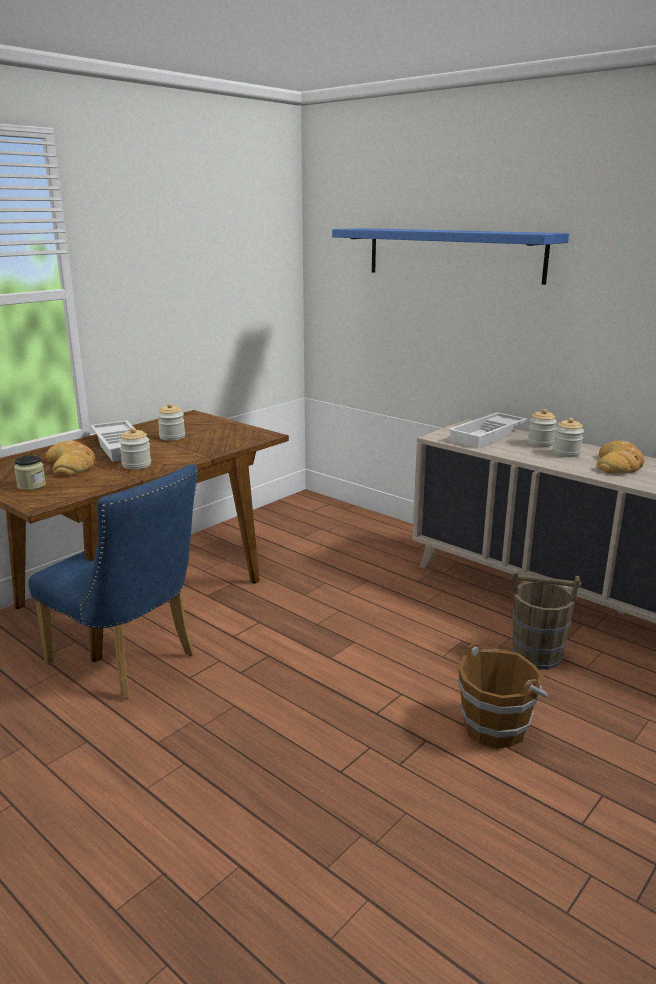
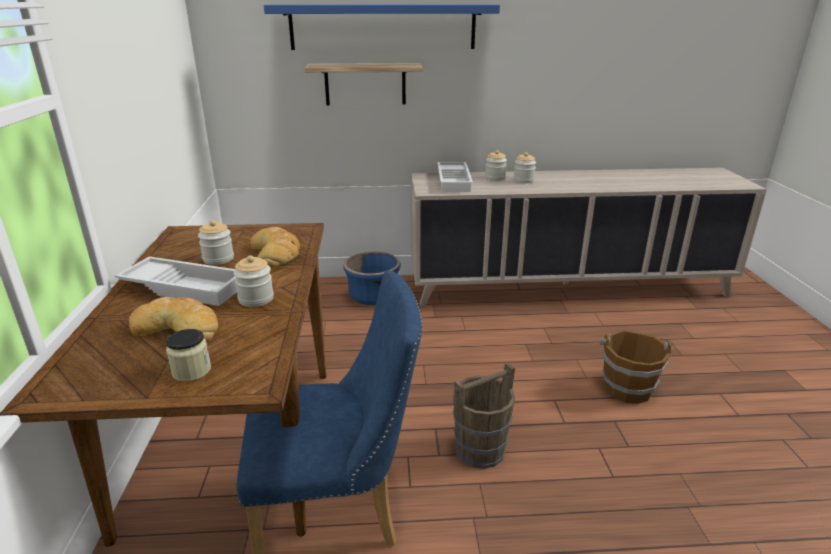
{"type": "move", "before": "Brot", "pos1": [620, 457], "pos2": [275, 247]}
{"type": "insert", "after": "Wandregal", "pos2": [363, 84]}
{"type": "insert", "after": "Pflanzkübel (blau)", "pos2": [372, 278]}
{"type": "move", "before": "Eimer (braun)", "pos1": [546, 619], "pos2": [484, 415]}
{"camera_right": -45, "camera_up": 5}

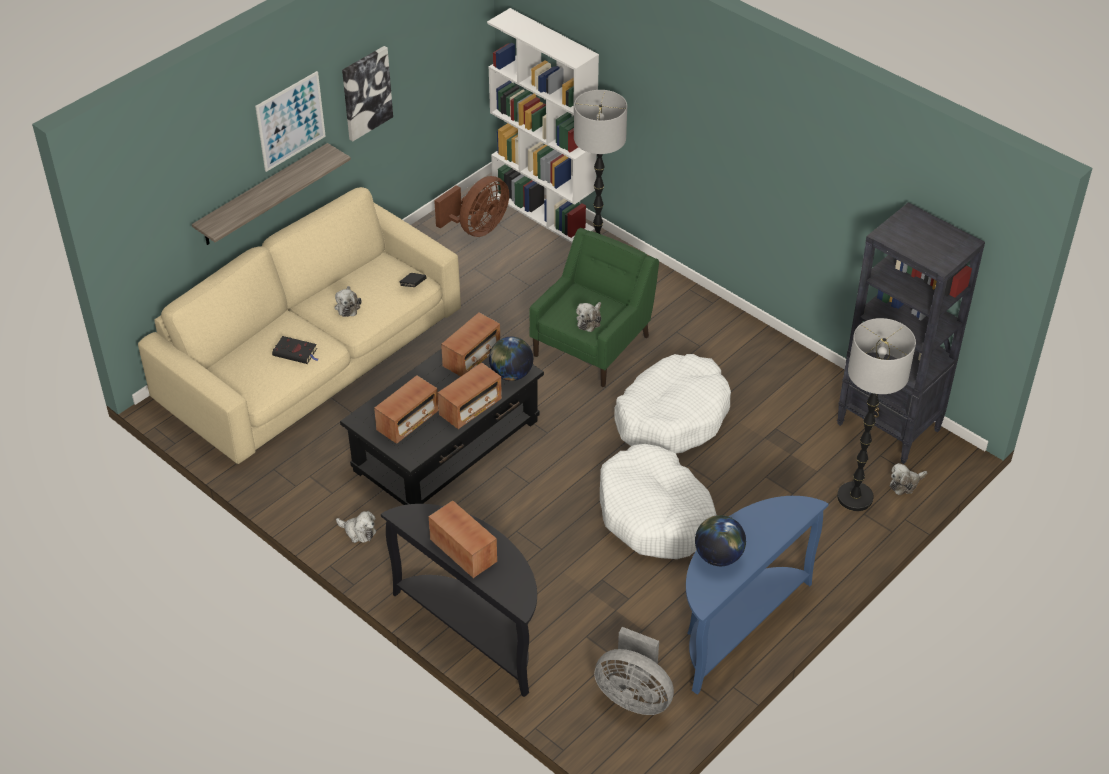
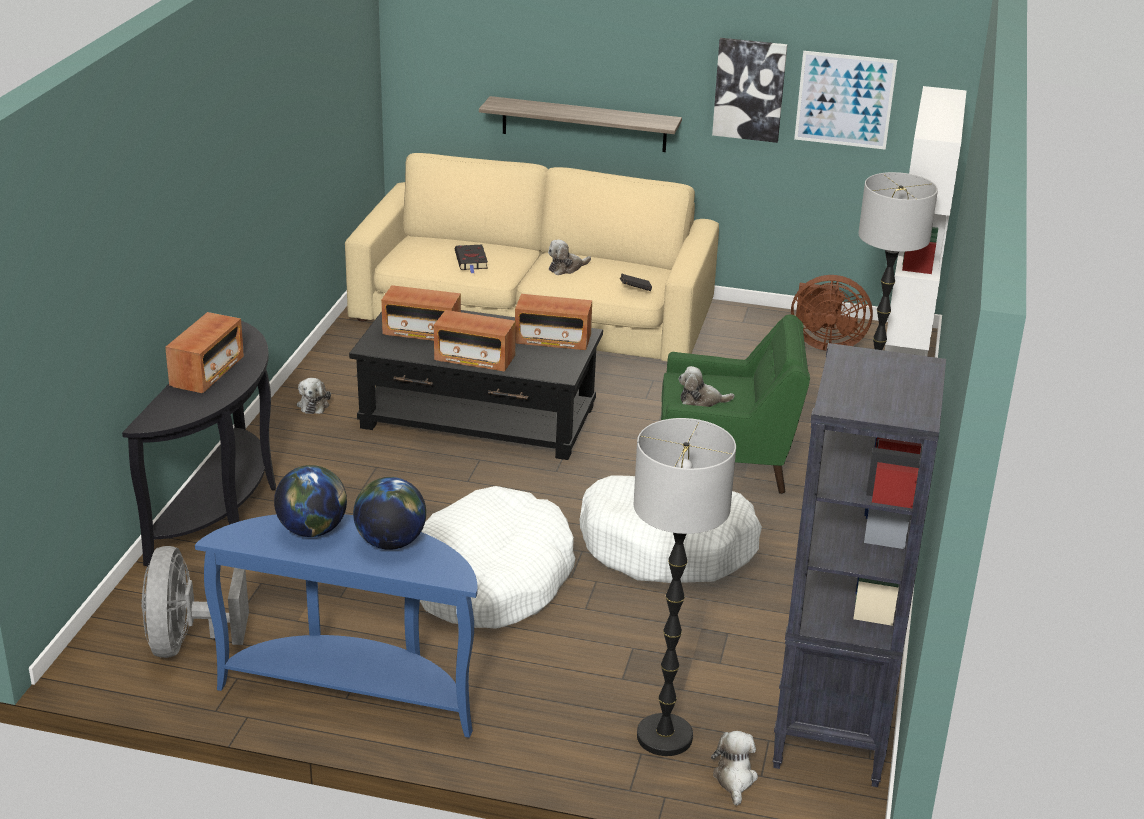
{"type": "move", "before": "Globus", "pos1": [511, 359], "pos2": [389, 513]}
{"type": "rotate", "before": "Plüschtier", "pos1": [908, 479], "pos2": [734, 768], "turn": 60}
{"type": "move", "before": "Bild", "pos1": [290, 121], "pos2": [845, 100]}
{"camera_right": 60, "camera_up": -15}

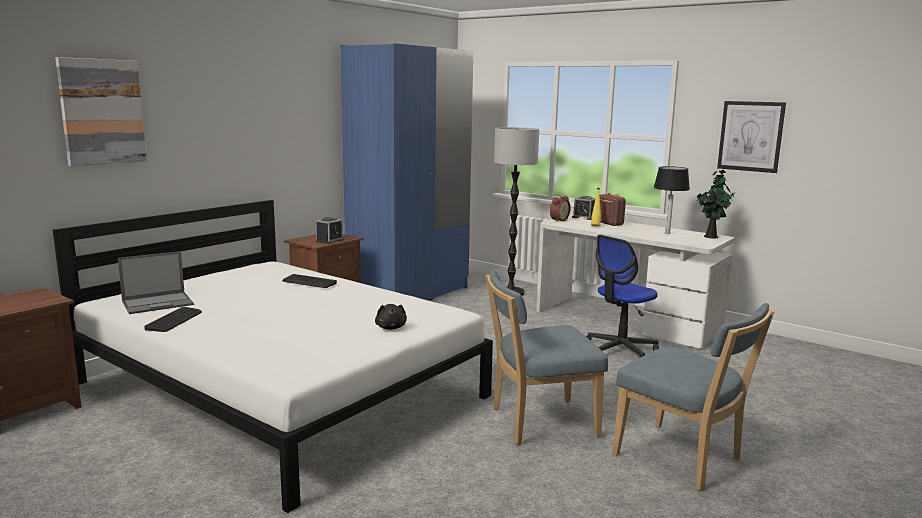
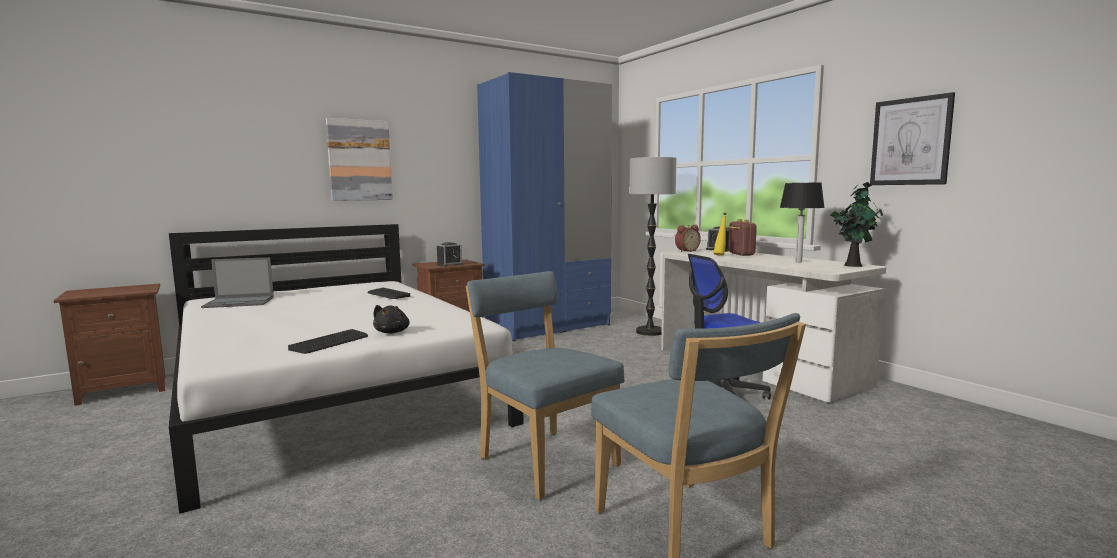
{"type": "move", "before": "Tastatur", "pos1": [173, 319], "pos2": [328, 341]}
{"type": "move", "before": "Bild", "pos1": [101, 112], "pos2": [359, 159]}
{"type": "rotate", "before": "Stuhl (blau)", "pos1": [547, 357], "pos2": [545, 385], "turn": 45}
{"camera_right": 20, "camera_up": -5}

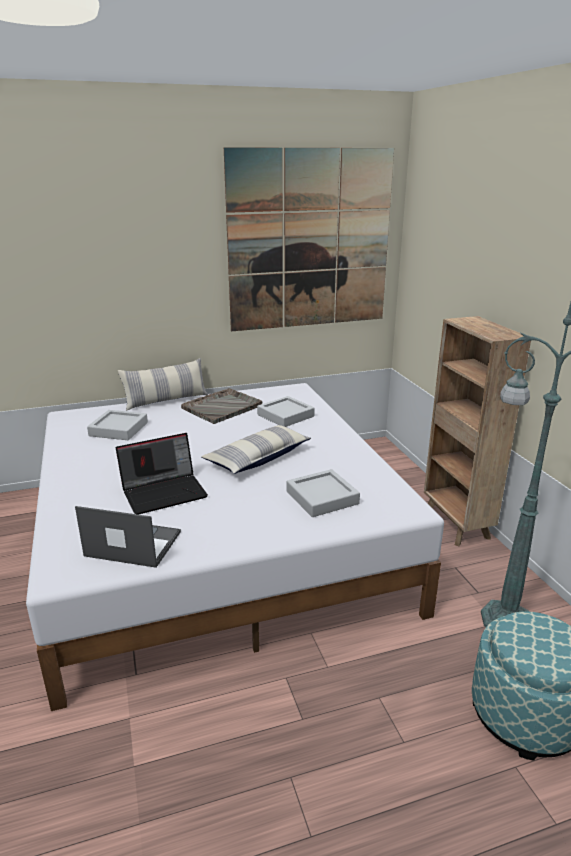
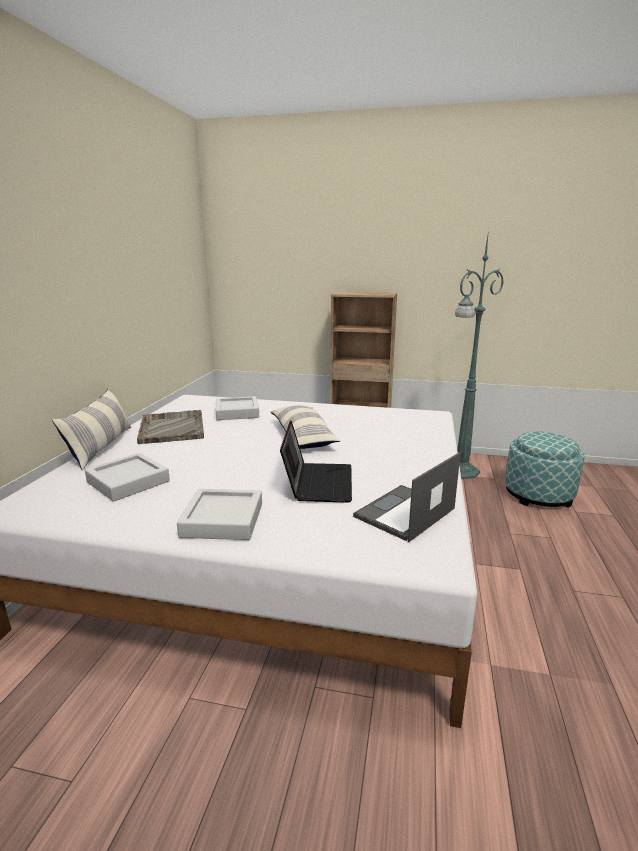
{"type": "move", "before": "Tablett (grau)", "pos1": [323, 493], "pos2": [219, 514]}
{"type": "delete", "before": "Bild", "pos1": [309, 239]}
{"camera_right": -60, "camera_up": -5}

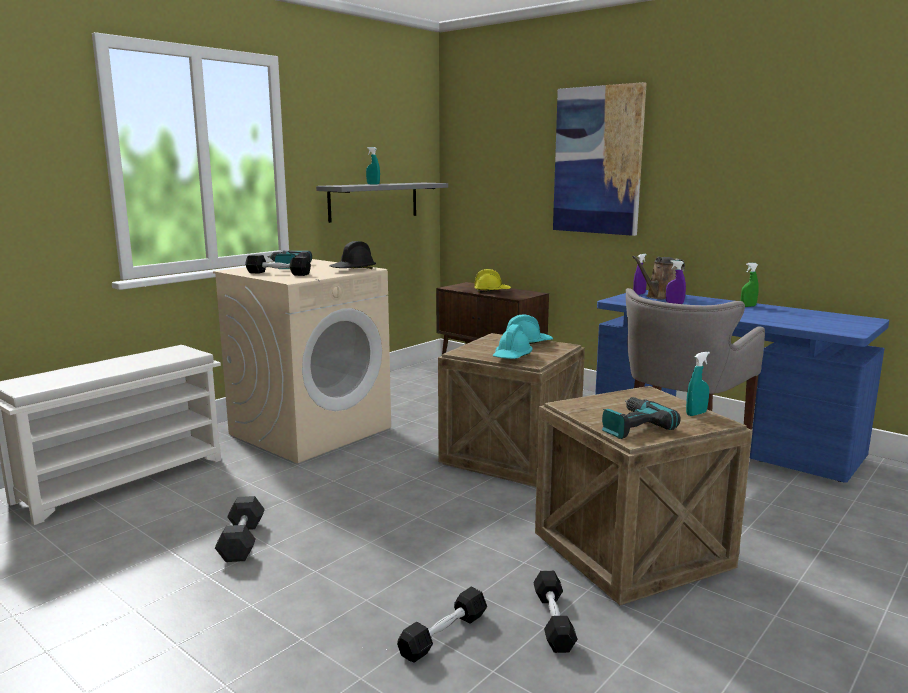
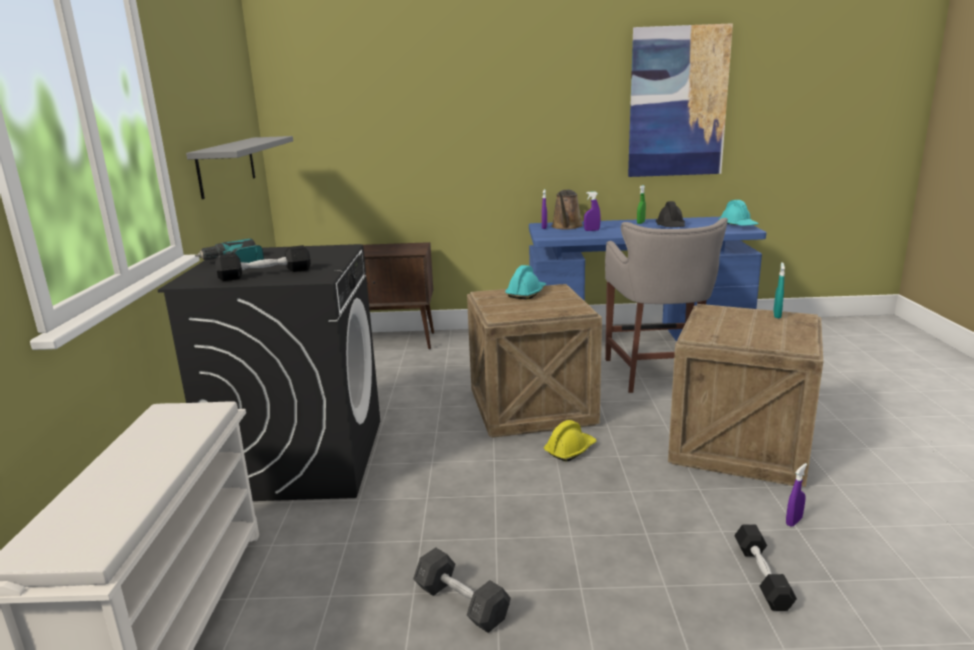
{"type": "recolor", "before": "Waschmaschine (beige)", "after": "Waschmaschine (schwarz)", "pos1": [302, 361], "pos2": [269, 372]}
{"type": "move", "before": "Schutzhelm (gelb)", "pos1": [492, 281], "pos2": [570, 441]}
{"type": "move", "before": "Bild", "pos1": [600, 159], "pos2": [680, 100]}
{"type": "move", "before": "Schutzhelm (schwarz)", "pos1": [353, 255], "pos2": [670, 214]}
{"type": "move", "before": "Schutzhelm (türkis)", "pos1": [513, 341], "pos2": [739, 213]}
{"type": "replace", "before": "Hantel (schwarz)", "after": "Sprühflasche (lila)", "pos1": [555, 612], "pos2": [796, 495]}
{"type": "delete", "before": "Sprühflasche (türkis)", "pos1": [373, 166]}
{"type": "delete", "before": "Bohrmaschine", "pos1": [641, 418]}
{"camera_right": -40, "camera_up": 5}

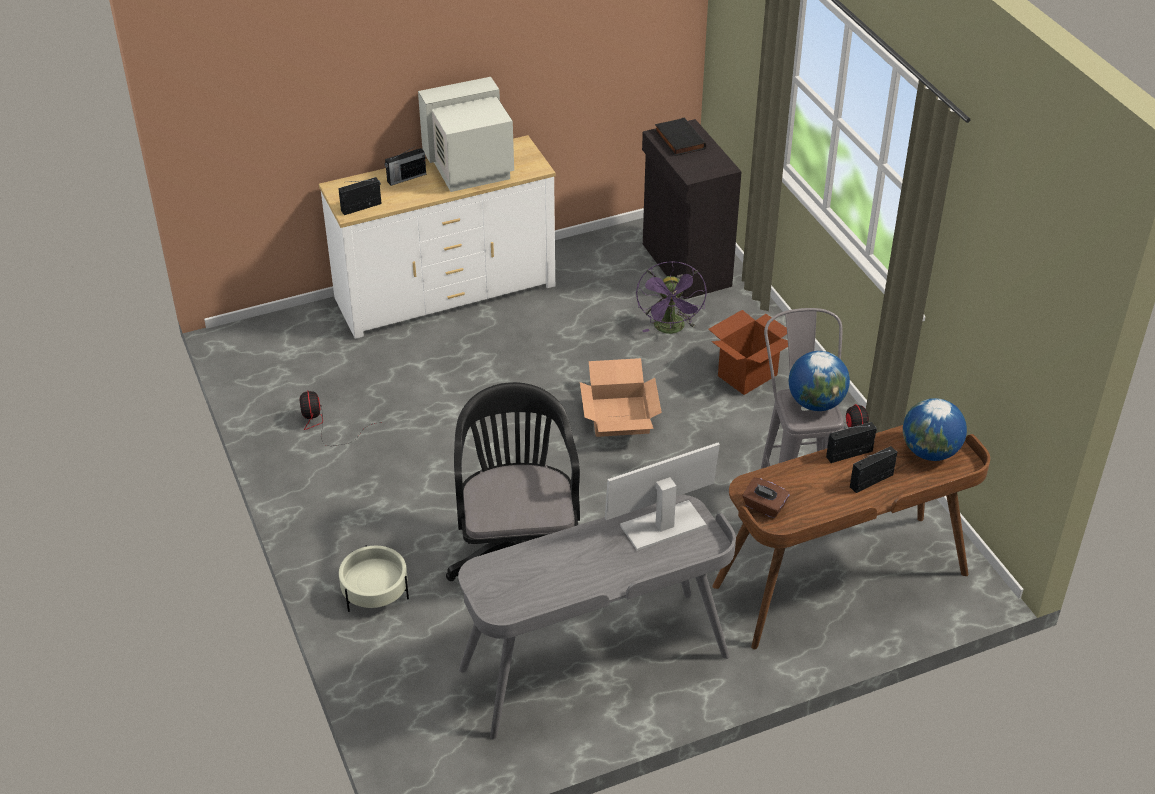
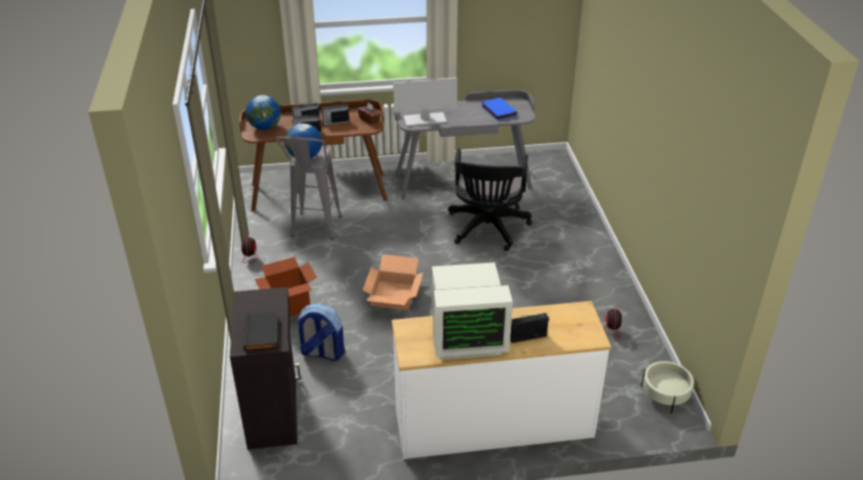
{"type": "replace", "before": "Ventilator (lila)", "after": "Rucksack", "pos1": [671, 297], "pos2": [321, 332]}
{"type": "move", "before": "Radio", "pos1": [360, 196], "pos2": [335, 113]}
{"type": "insert", "after": "Buch (blau)", "pos2": [499, 109]}
{"type": "move", "before": "Pflanzkübel (beige)", "pos1": [374, 578], "pos2": [667, 387]}
{"camera_right": -165, "camera_up": -5}

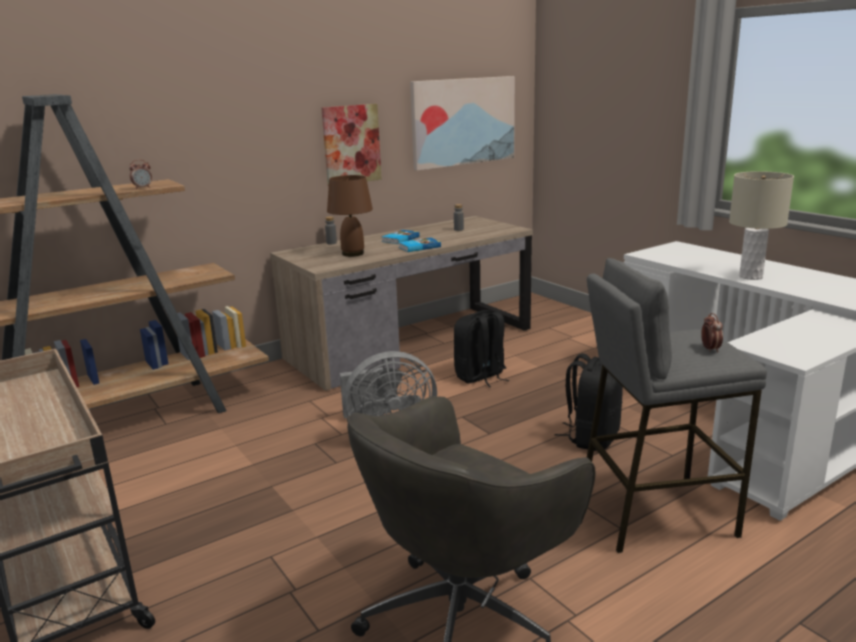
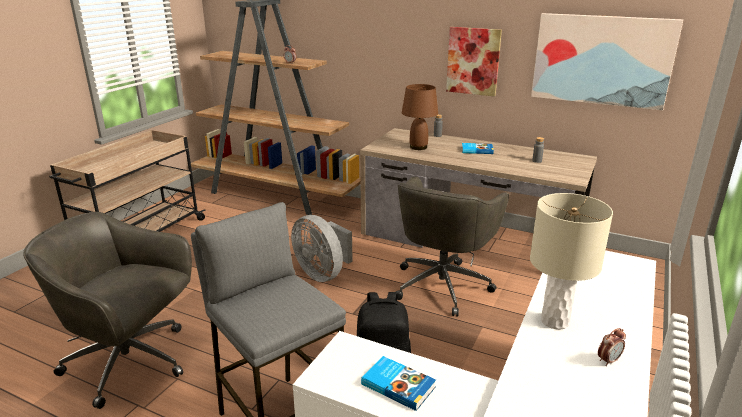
{"type": "move", "before": "Buch", "pos1": [420, 244], "pos2": [398, 383]}
{"type": "replace", "before": "Rucksack (schwarz)", "after": "Bürostuhl (grau)", "pos1": [481, 349], "pos2": [452, 247]}
{"type": "move", "before": "Wecker", "pos1": [712, 333], "pos2": [612, 347]}
{"camera_right": 60, "camera_up": 5}

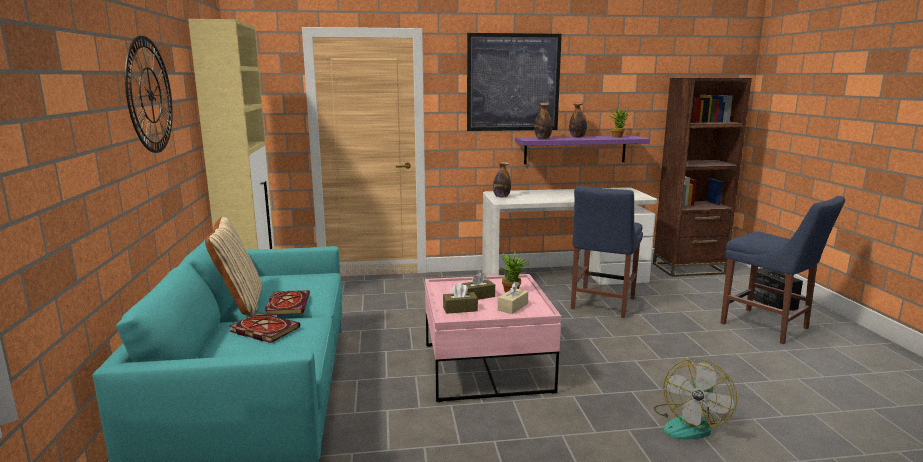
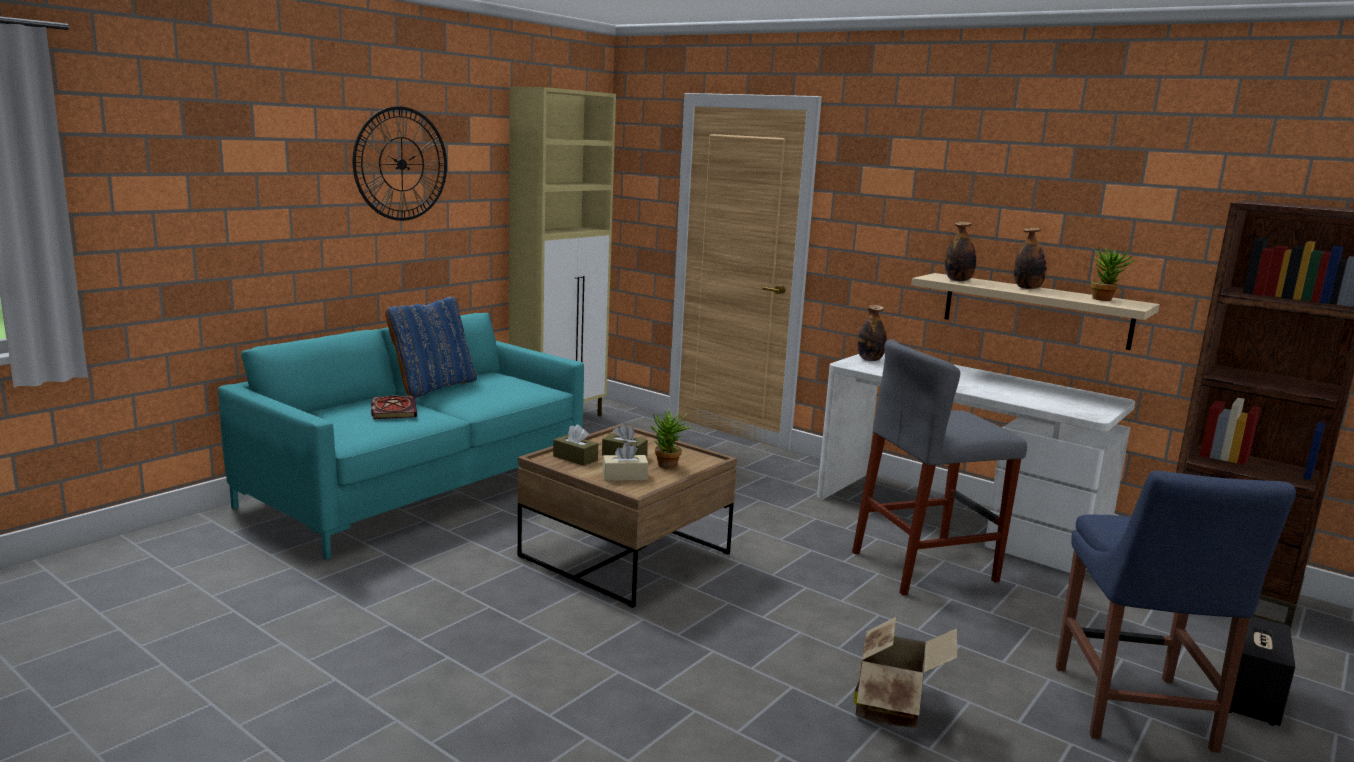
{"type": "recolor", "before": "Kissen (beige)", "after": "Kissen (blau)", "pos1": [233, 266], "pos2": [431, 347]}
{"type": "recolor", "before": "Couchtisch (rosa)", "after": "Couchtisch (braun)", "pos1": [493, 338], "pos2": [627, 516]}
{"type": "replace", "before": "Stuhl (blau)", "after": "Hocker (grau)", "pos1": [607, 252], "pos2": [939, 467]}
{"type": "insert", "after": "Karton", "pos2": [905, 672]}
{"type": "recolor", "before": "Wandregal (lila)", "after": "Wandregal (beige)", "pos1": [582, 150], "pos2": [1036, 311]}
{"type": "delete", "before": "Buch", "pos1": [287, 302]}
{"type": "delete", "before": "Bild", "pos1": [514, 82]}
{"type": "delete", "before": "Ventilator", "pos1": [695, 399]}
{"camera_right": 45, "camera_up": 0}

